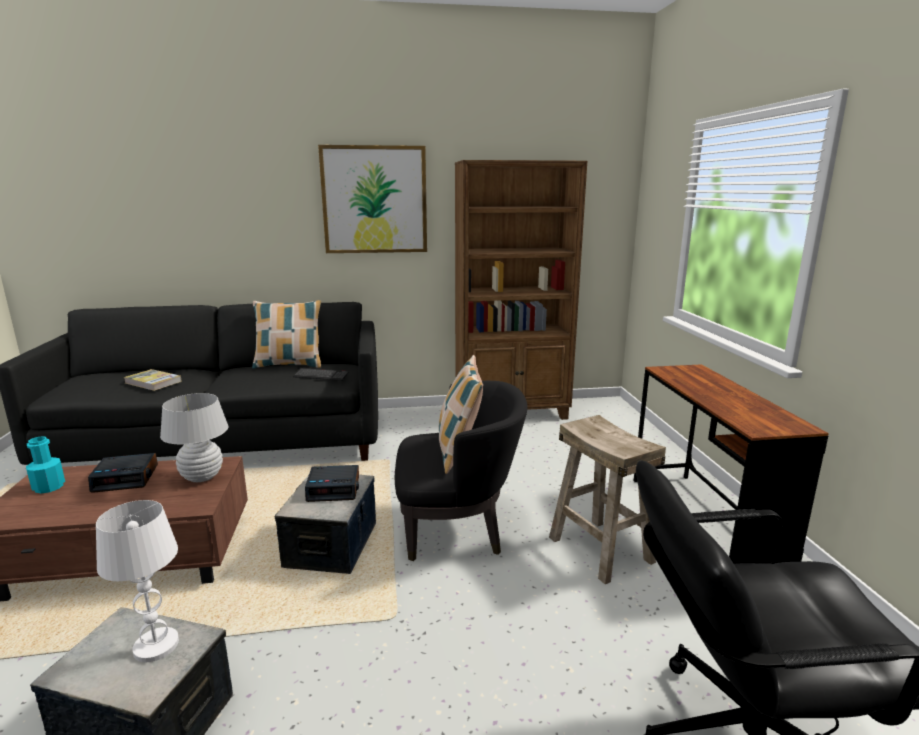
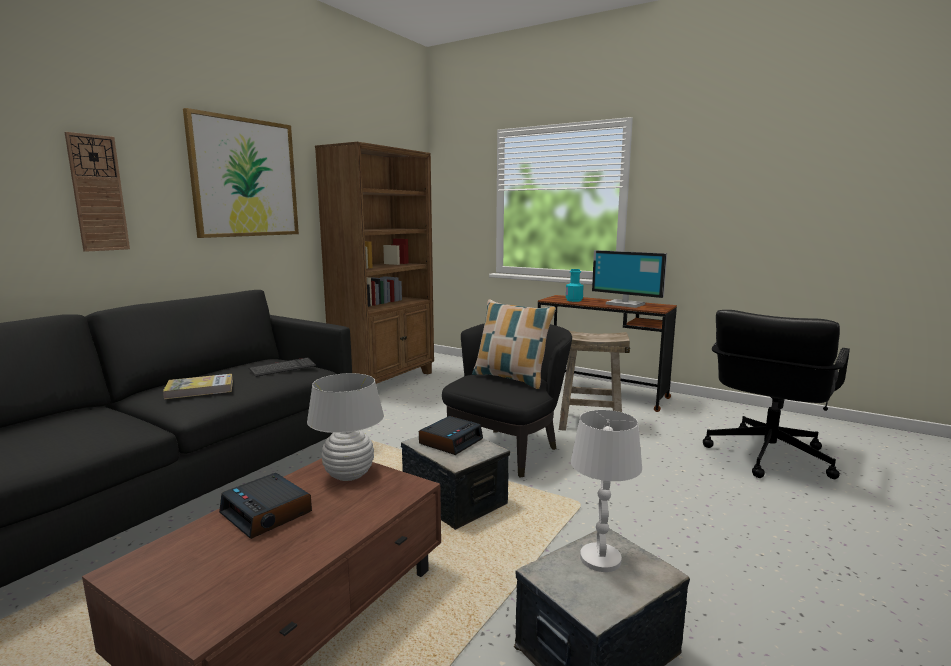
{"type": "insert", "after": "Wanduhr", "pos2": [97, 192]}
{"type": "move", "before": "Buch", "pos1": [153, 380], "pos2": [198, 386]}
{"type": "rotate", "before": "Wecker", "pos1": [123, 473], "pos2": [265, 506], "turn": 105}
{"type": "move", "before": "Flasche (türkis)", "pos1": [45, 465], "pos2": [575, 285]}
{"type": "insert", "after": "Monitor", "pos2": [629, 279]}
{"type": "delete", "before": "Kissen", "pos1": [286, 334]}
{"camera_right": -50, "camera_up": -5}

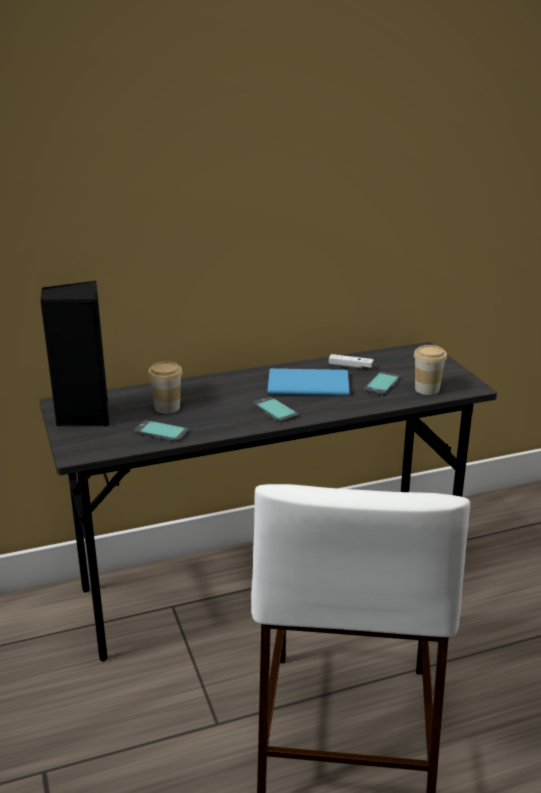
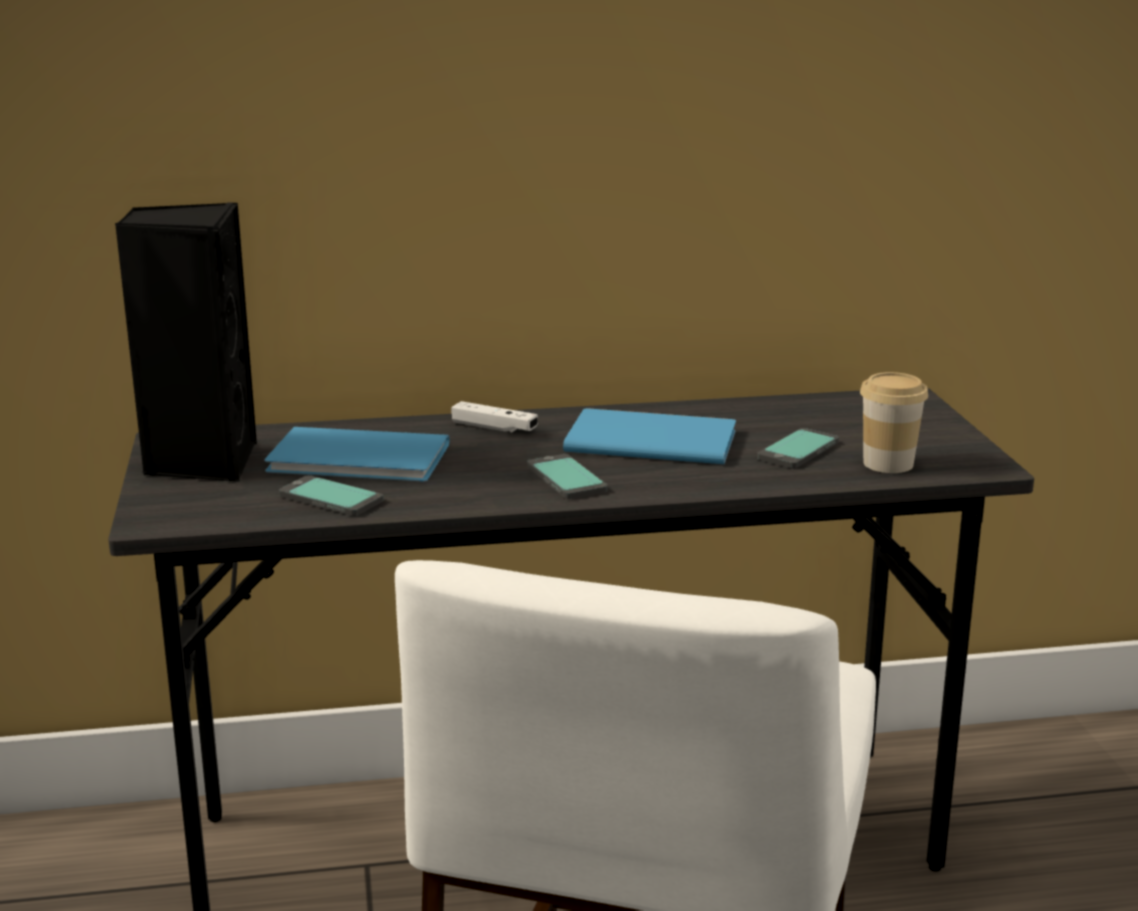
{"type": "replace", "before": "Tasse", "after": "Buch (blau)", "pos1": [165, 387], "pos2": [357, 454]}
{"type": "move", "before": "Gamepad (weiß)", "pos1": [351, 361], "pos2": [494, 417]}
{"camera_right": 10, "camera_up": -5}

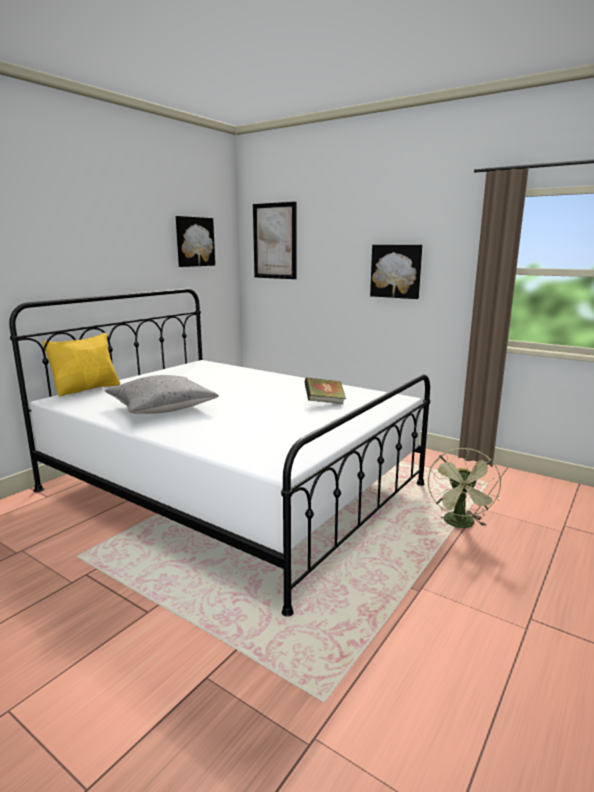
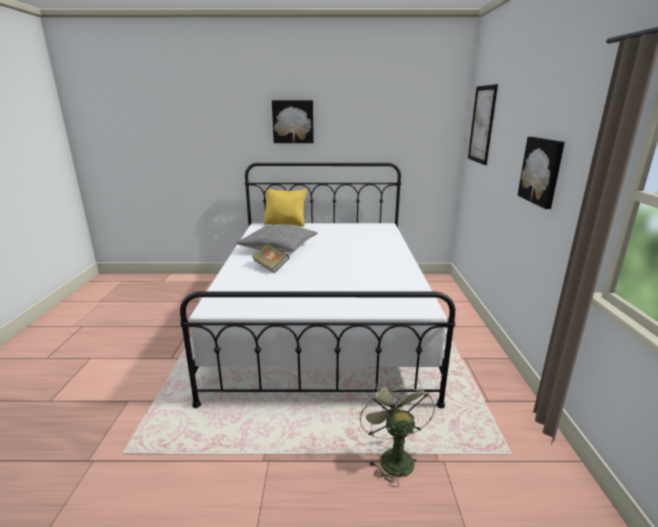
{"type": "move", "before": "Buch", "pos1": [325, 390], "pos2": [270, 258]}
{"type": "move", "before": "Bild", "pos1": [195, 241], "pos2": [293, 121]}
{"type": "rotate", "before": "Ventilator (grün)", "pos1": [465, 488], "pos2": [397, 432], "turn": 105}
{"camera_right": 55, "camera_up": 5}

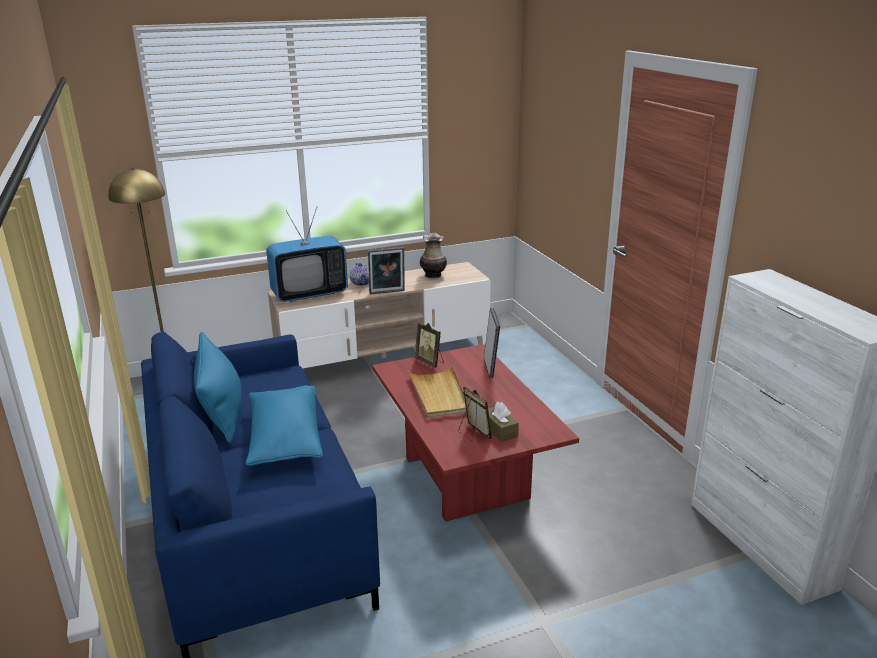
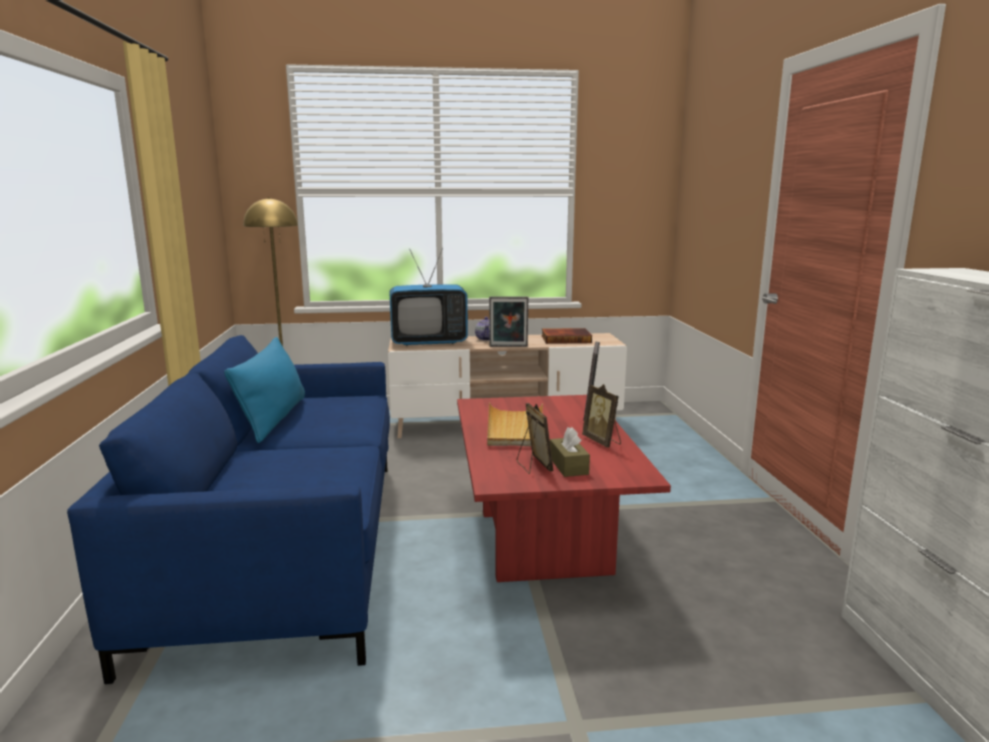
{"type": "replace", "before": "Vase", "after": "Buch", "pos1": [433, 255], "pos2": [566, 336]}
{"type": "move", "before": "Bilderrahmen", "pos1": [429, 345], "pos2": [601, 416]}
{"type": "delete", "before": "Kissen (blau)", "pos1": [284, 425]}
{"camera_right": 15, "camera_up": -10}

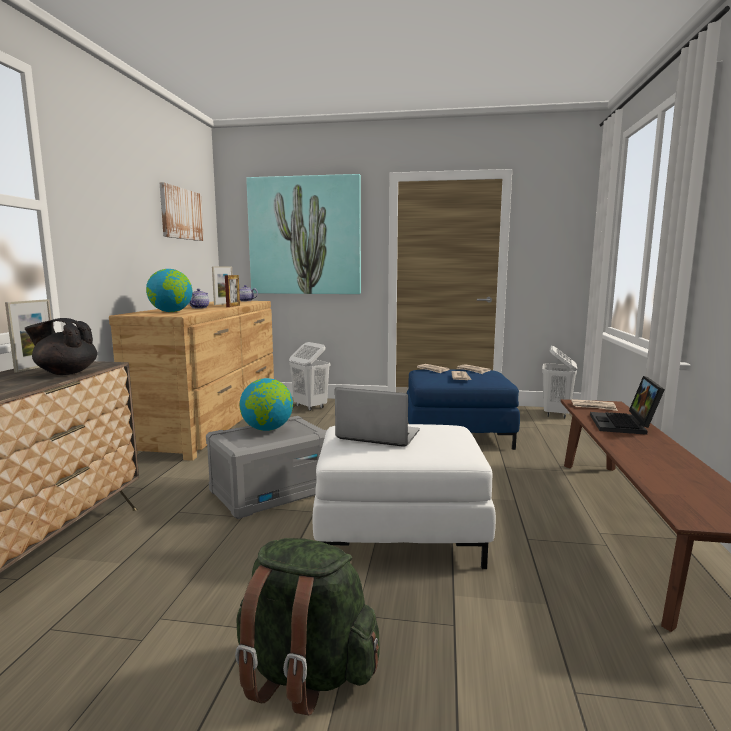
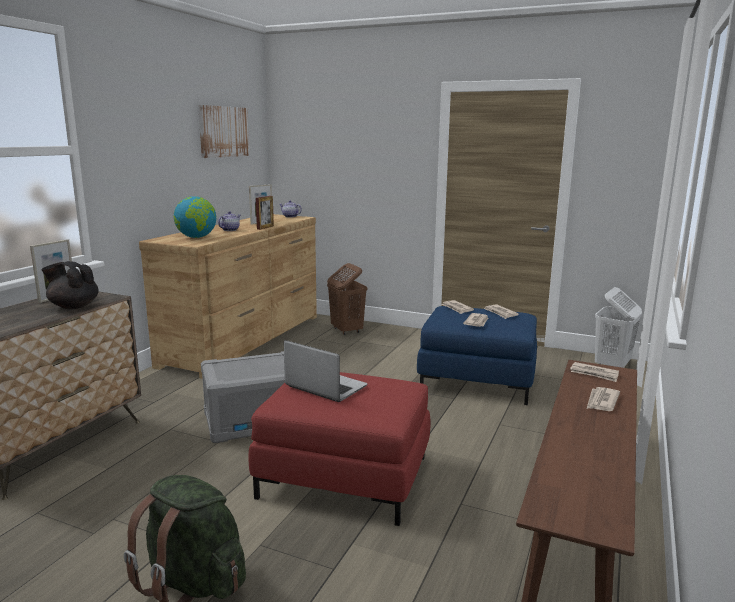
{"type": "recolor", "before": "Polsterhocker (weiß)", "after": "Polsterhocker (rot)", "pos1": [404, 496], "pos2": [339, 449]}
{"type": "recolor", "before": "Wäschekorb (weiß)", "after": "Wäschekorb (braun)", "pos1": [309, 376], "pos2": [347, 299]}
{"type": "replace", "before": "Laptop", "after": "Zeitung", "pos1": [627, 405], "pos2": [603, 399]}
{"type": "delete", "before": "Globus", "pos1": [266, 404]}
{"type": "delete", "before": "Bild", "pos1": [303, 234]}
{"camera_right": 15, "camera_up": 5}

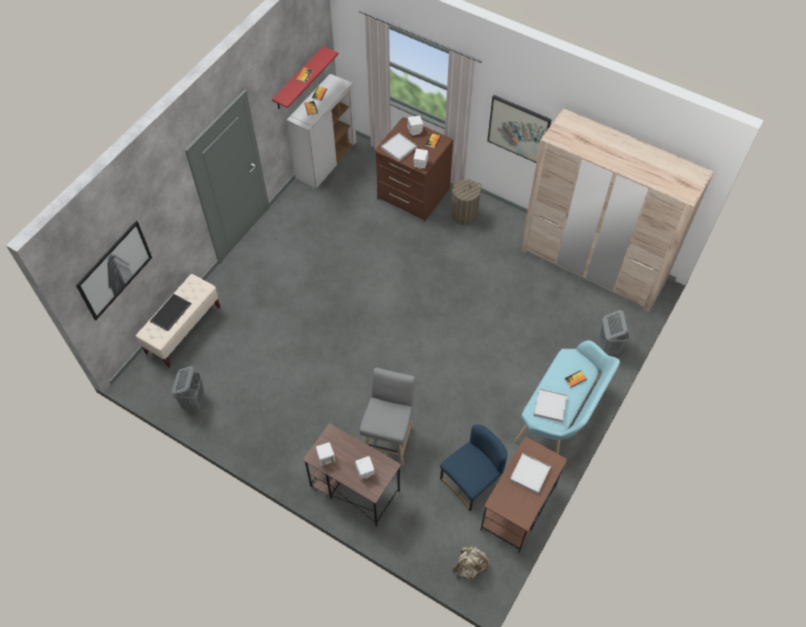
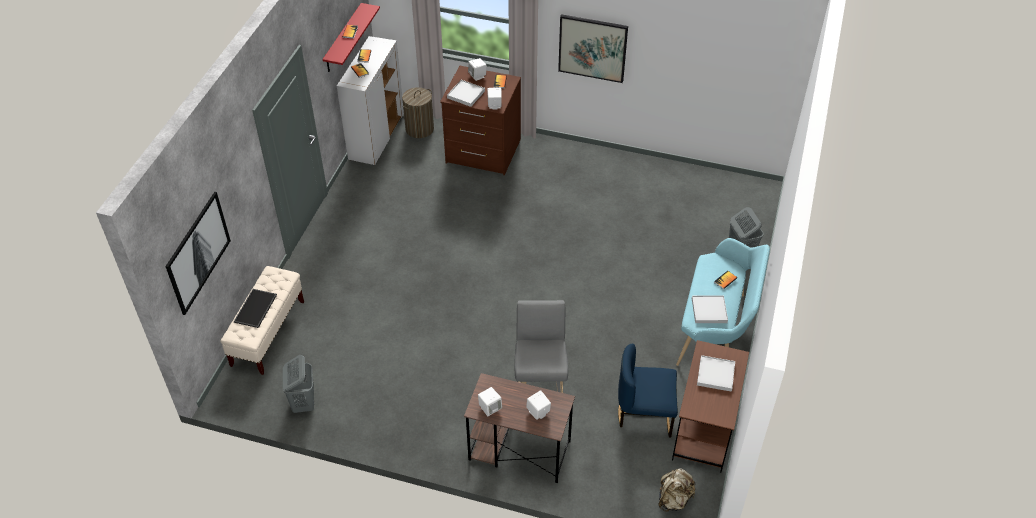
{"type": "move", "before": "Wäschekorb", "pos1": [466, 202], "pos2": [418, 112]}
{"type": "rotate", "before": "Stuhl (blau)", "pos1": [473, 467], "pos2": [648, 390], "turn": -120}
{"type": "delete", "before": "Kleiderschrank (beige)", "pos1": [617, 210]}
{"camera_right": -15, "camera_up": -10}

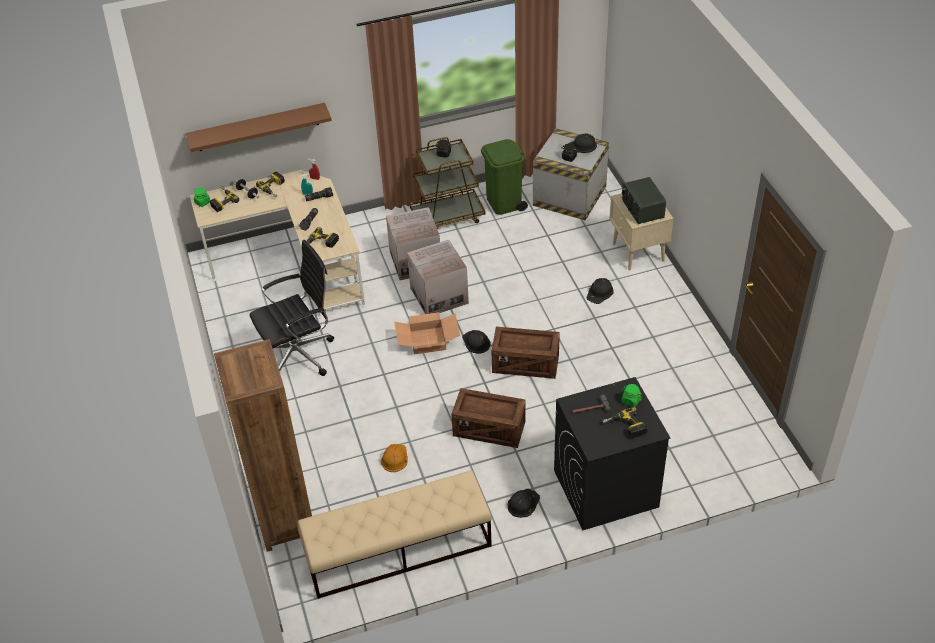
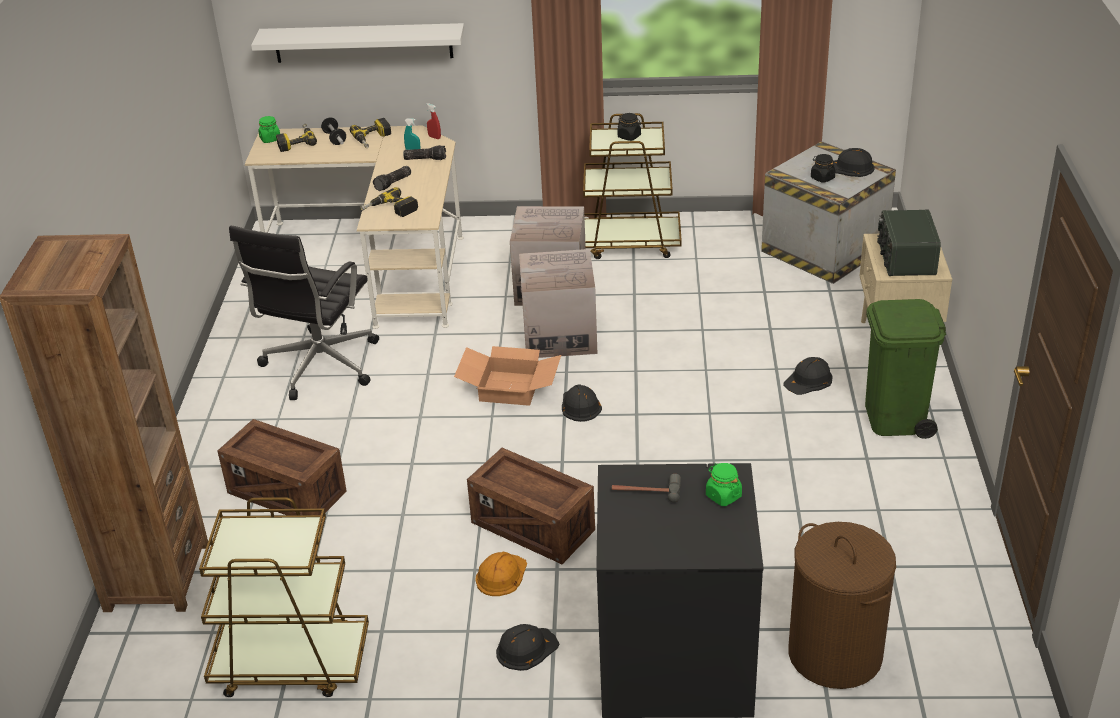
{"type": "replace", "before": "Bank (beige)", "after": "Rollwagen (braun)", "pos1": [395, 535], "pos2": [284, 597]}
{"type": "move", "before": "Kiste", "pos1": [525, 353], "pos2": [282, 467]}
{"type": "rotate", "before": "Bürostuhl (schwarz)", "pos1": [292, 308], "pos2": [304, 313], "turn": 120}
{"type": "recolor", "before": "Wandregal (braun)", "after": "Wandregal (weiß)", "pos1": [259, 127], "pos2": [357, 43]}
{"type": "move", "before": "Schutzhelm (orange)", "pos1": [394, 458], "pos2": [501, 574]}
{"type": "insert", "after": "Wäschekorb (braun)", "pos2": [842, 605]}
{"type": "move", "before": "Mülleimer (grün)", "pos1": [504, 177], "pos2": [905, 369]}
{"type": "delete", "before": "Bohrmaschine", "pos1": [625, 422]}
{"camera_right": 20, "camera_up": -10}

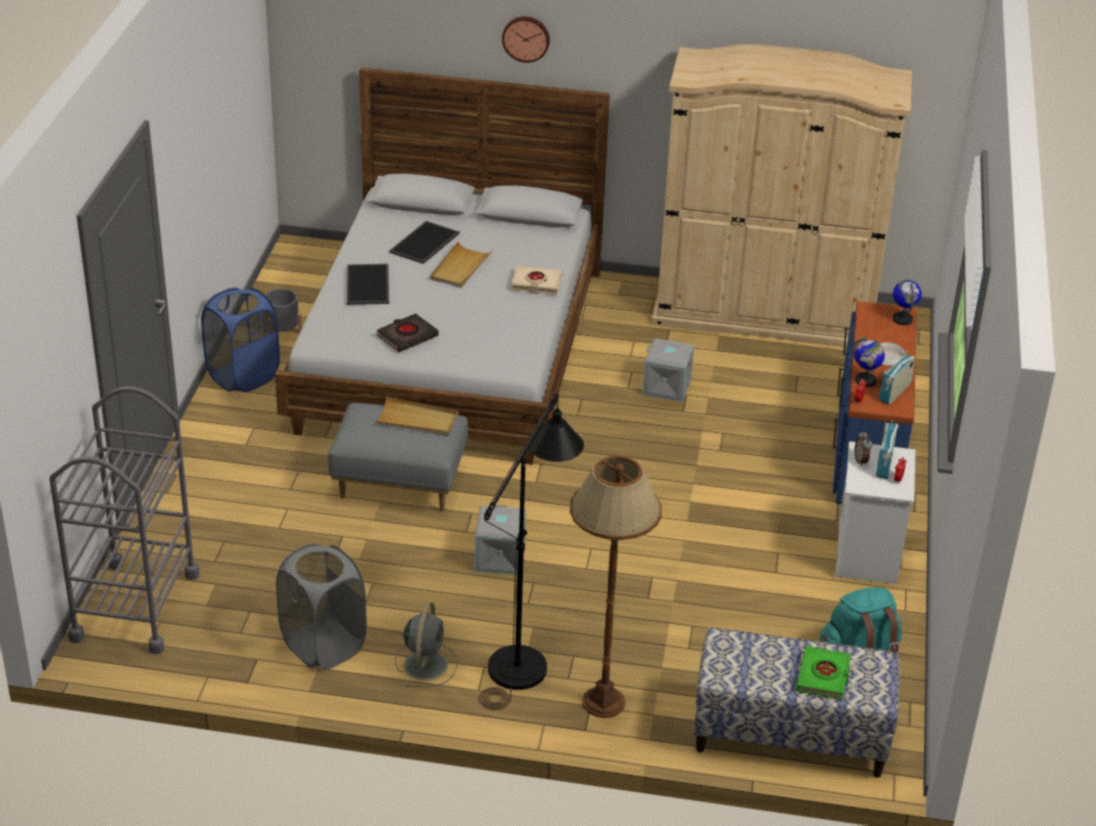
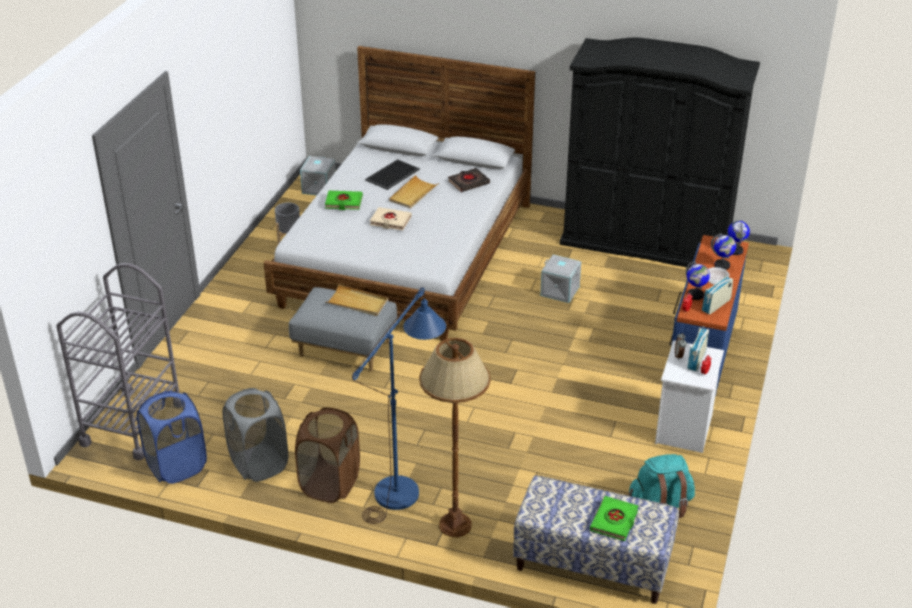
{"type": "move", "before": "Wäschekorb (blau)", "pos1": [240, 340], "pos2": [172, 437]}
{"type": "replace", "before": "Ventilator (grau)", "after": "Wäschekorb (braun)", "pos1": [426, 644], "pos2": [327, 455]}
{"type": "move", "before": "Aufbewahrungsbox (grau)", "pos1": [500, 540], "pos2": [318, 175]}
{"type": "replace", "before": "Tablett", "after": "Buch (grün)", "pos1": [368, 284], "pos2": [344, 200]}
{"type": "recolor", "before": "Stehlampe (schwarz)", "after": "Stehlampe (blau)", "pos1": [531, 551], "pos2": [399, 405]}
{"type": "move", "before": "Buch (beige)", "pos1": [536, 280], "pos2": [391, 218]}
{"type": "move", "before": "Buch (schwarz)", "pos1": [407, 332], "pos2": [469, 180]}
{"type": "recolor", "before": "Kleiderschrank (beige)", "after": "Kleiderschrank (schwarz)", "pos1": [782, 195], "pos2": [660, 153]}
{"type": "insert", "after": "Globus", "pos2": [723, 251]}
{"type": "delete", "before": "Wanduhr", "pos1": [526, 39]}
{"camera_right": 10, "camera_up": 0}

